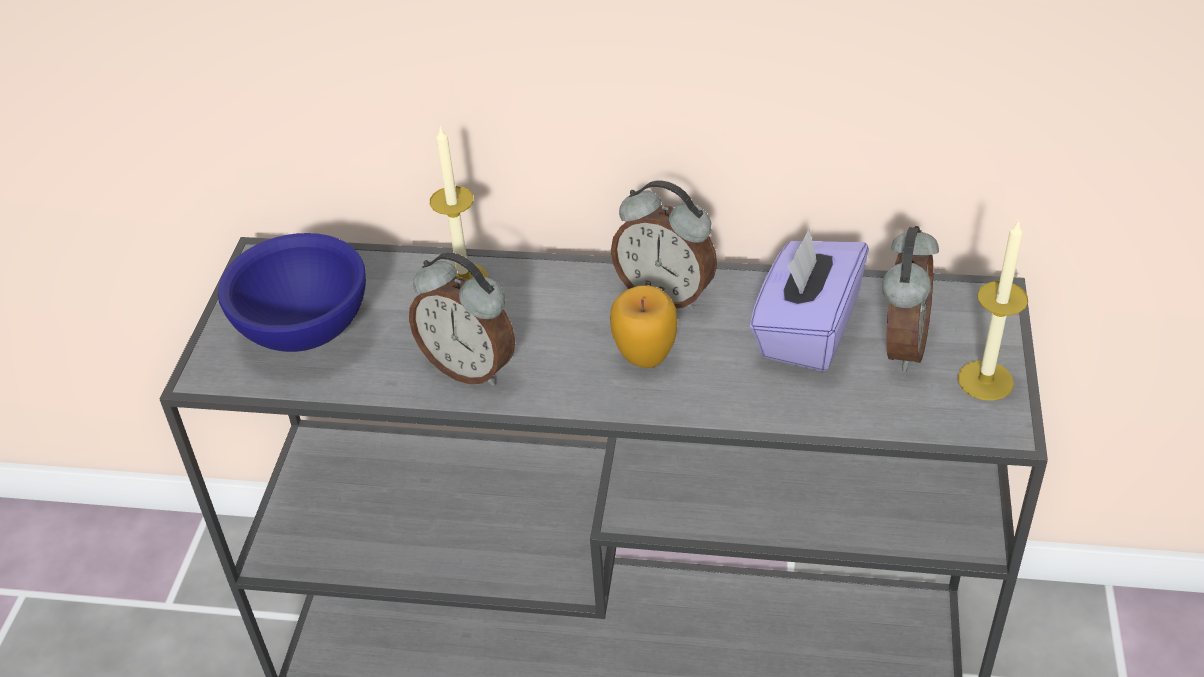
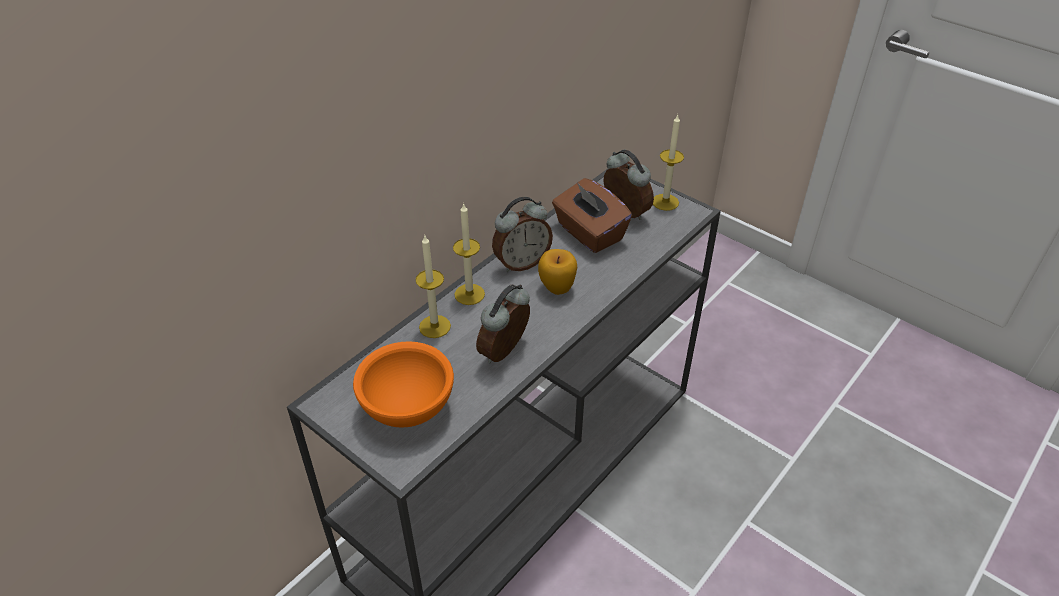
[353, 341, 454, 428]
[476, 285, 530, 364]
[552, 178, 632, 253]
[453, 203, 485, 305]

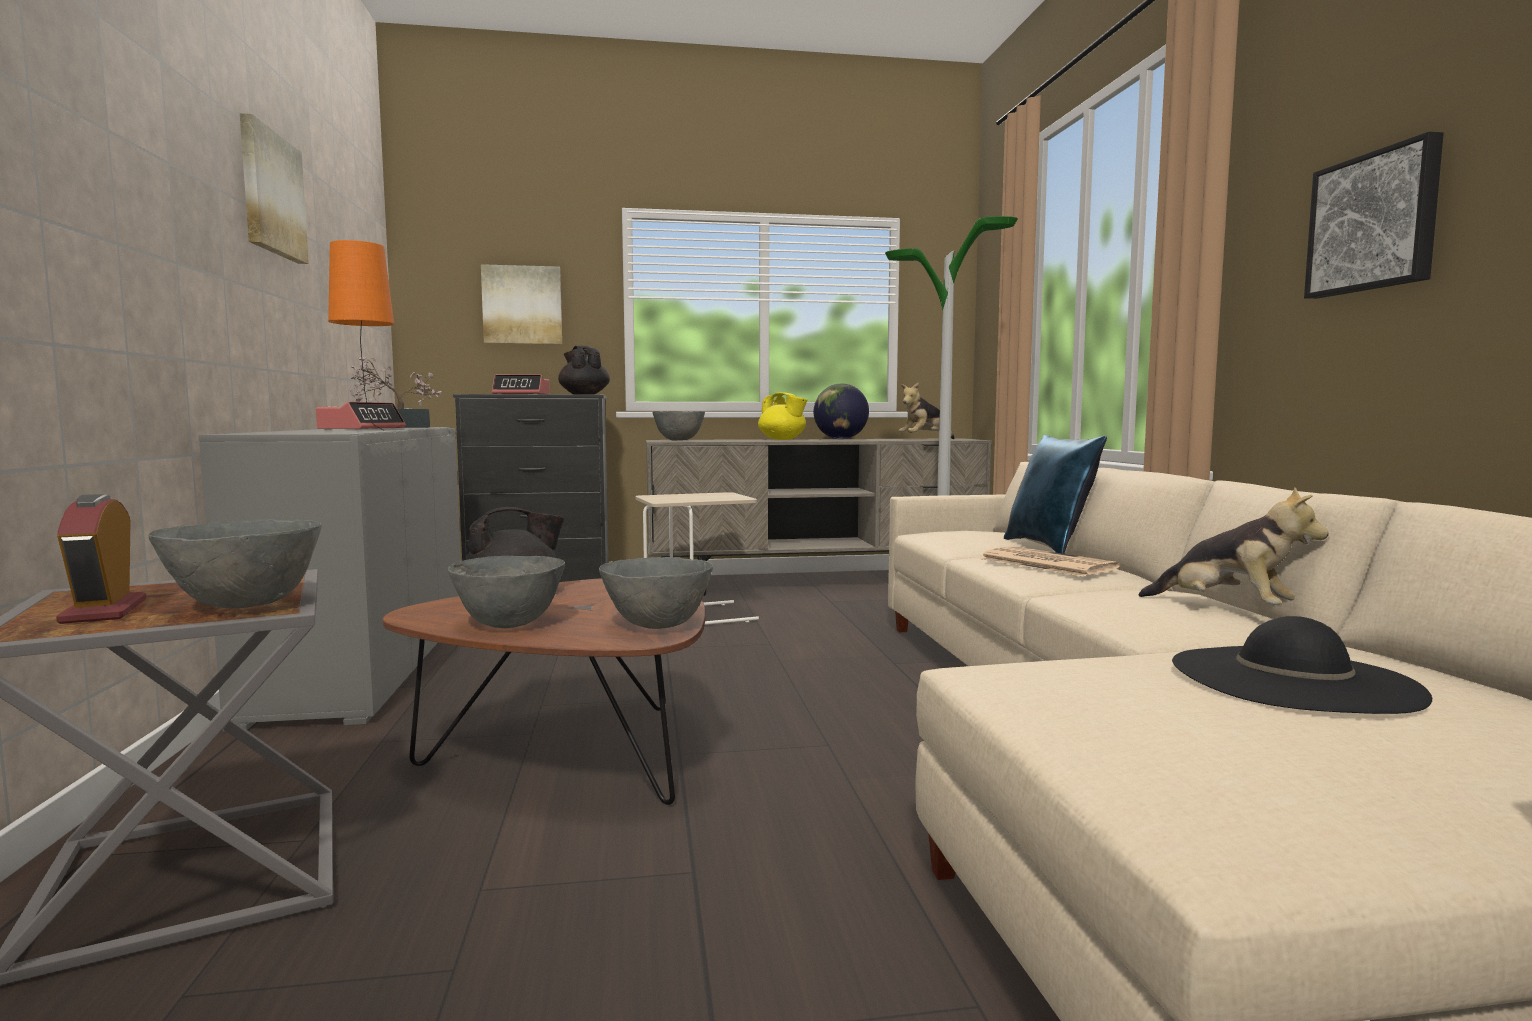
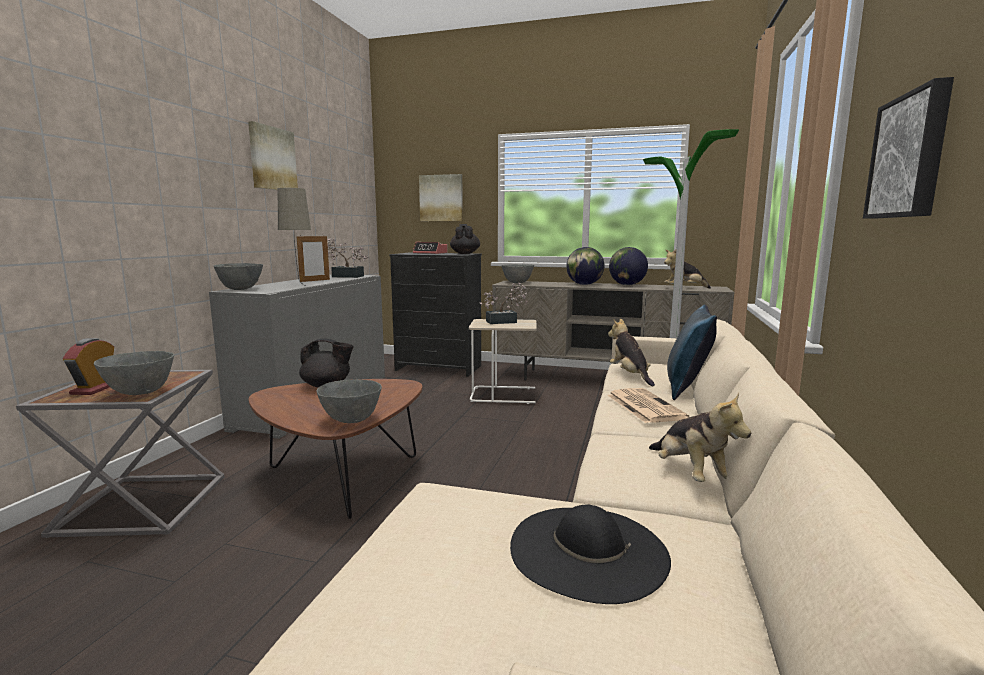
[296, 235, 330, 282]
[278, 188, 311, 285]
[213, 263, 263, 290]
[566, 247, 605, 285]
[479, 283, 527, 324]
[608, 318, 655, 386]

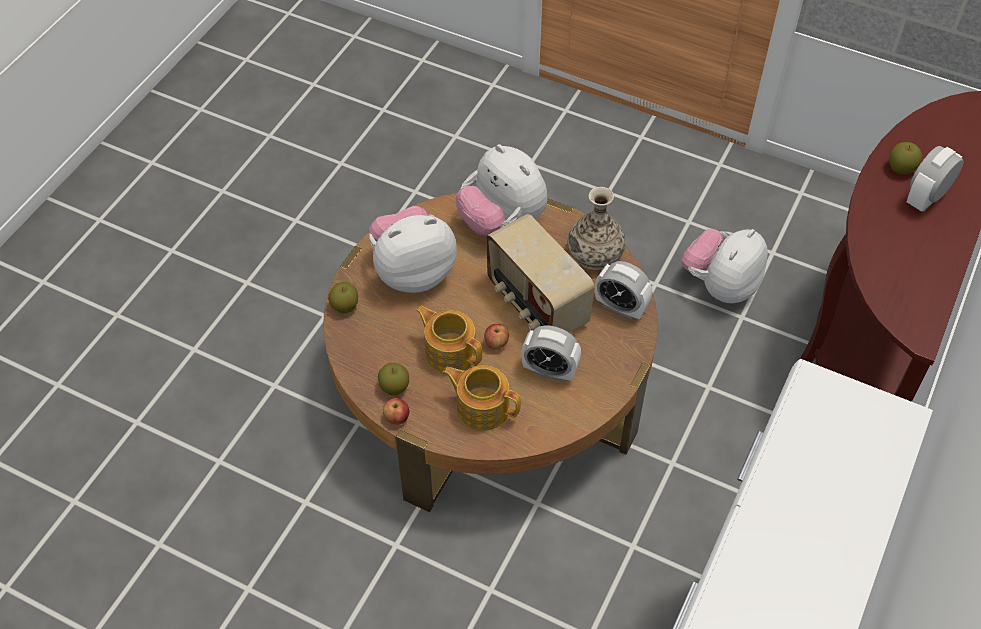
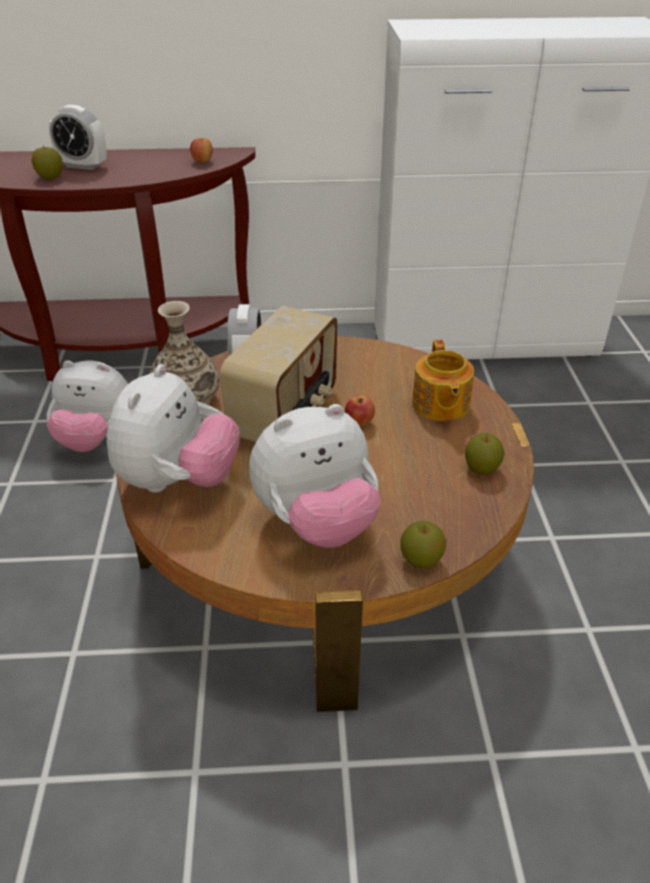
[249, 404, 380, 548]
[190, 138, 213, 163]
[416, 306, 482, 374] (first image)
[521, 325, 581, 382] (first image)

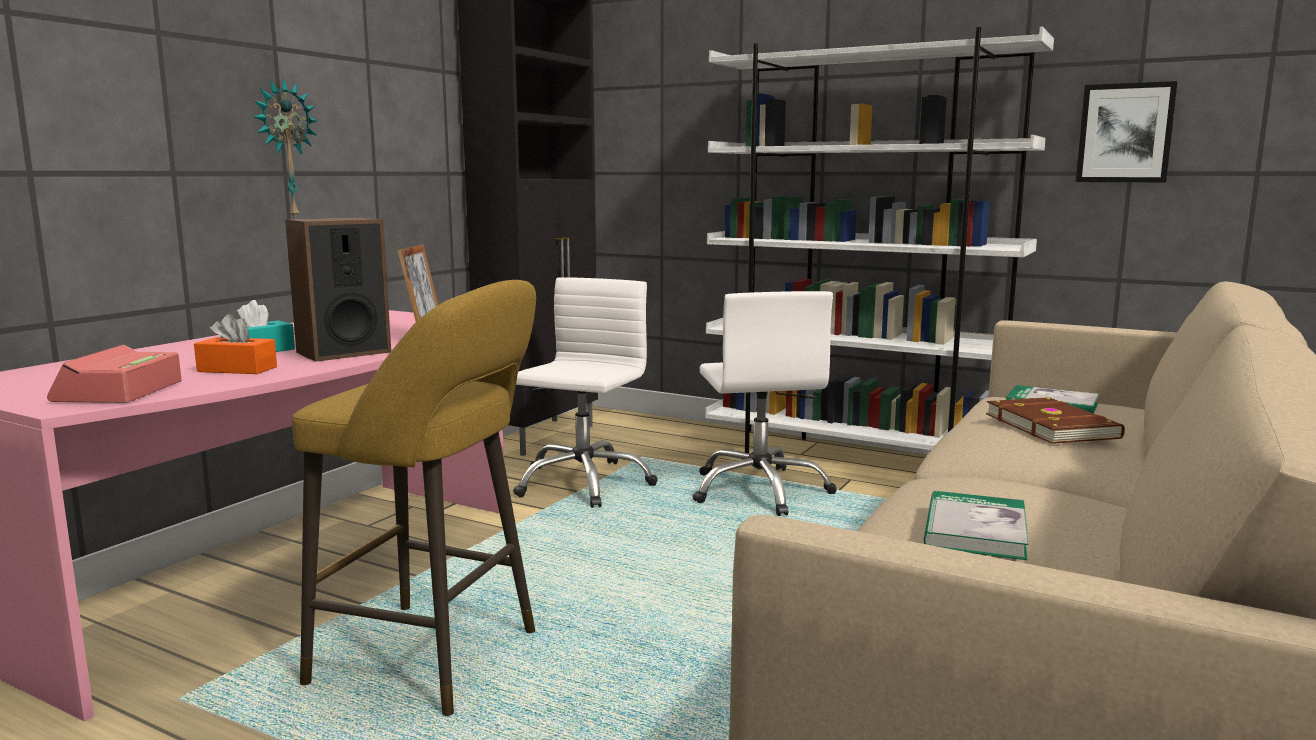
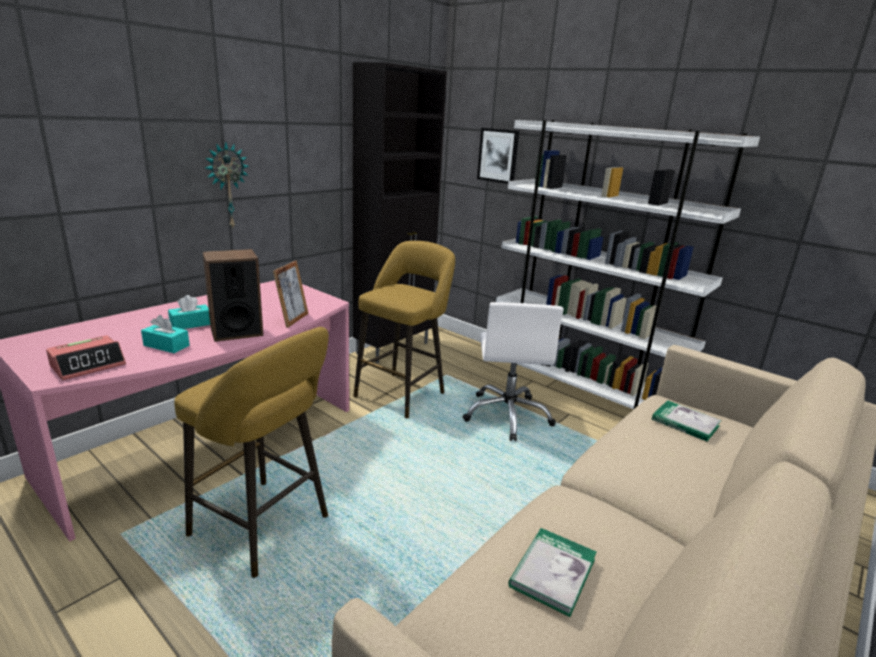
[46, 335, 126, 381]
[141, 315, 190, 353]
[353, 241, 455, 418]
[986, 397, 1125, 444] (first image)
[477, 128, 519, 184]

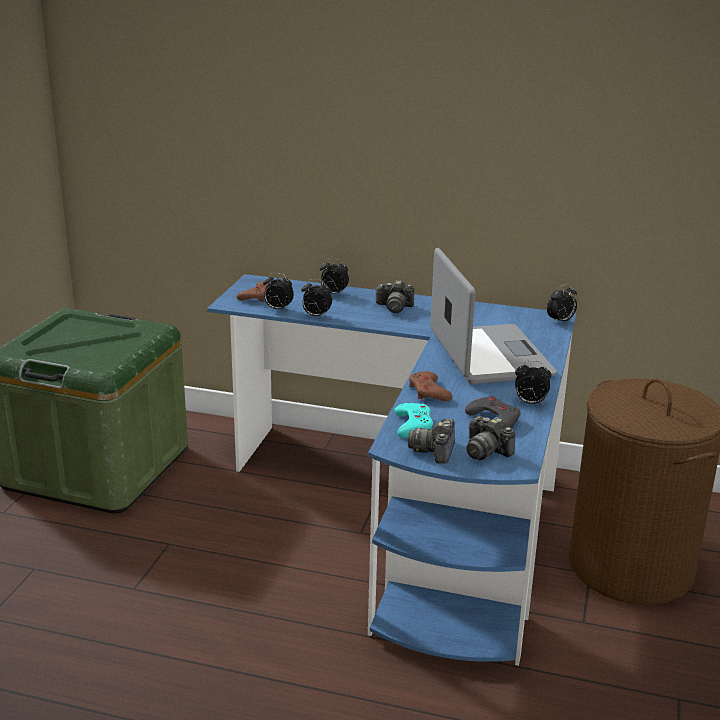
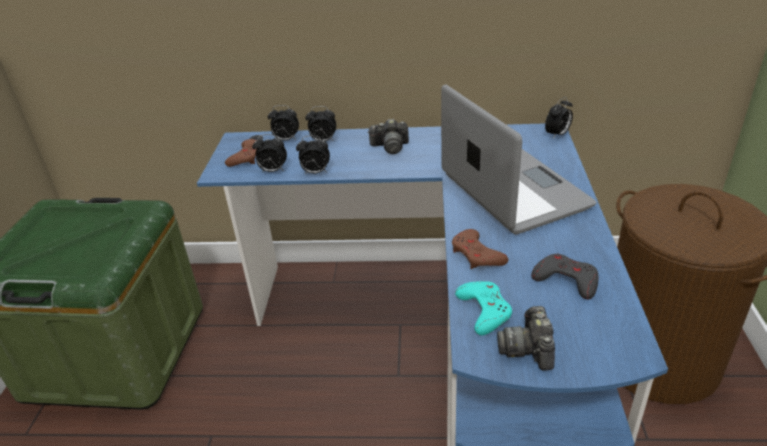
[466, 416, 515, 460] (first image)
[268, 105, 299, 141]

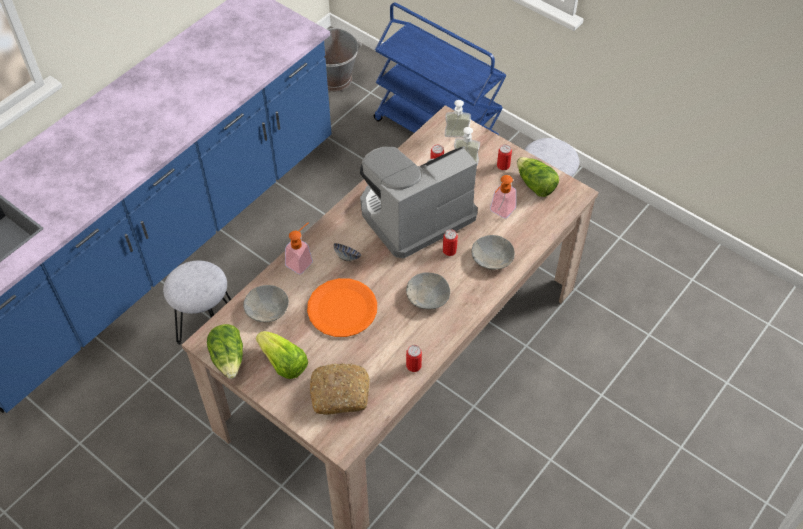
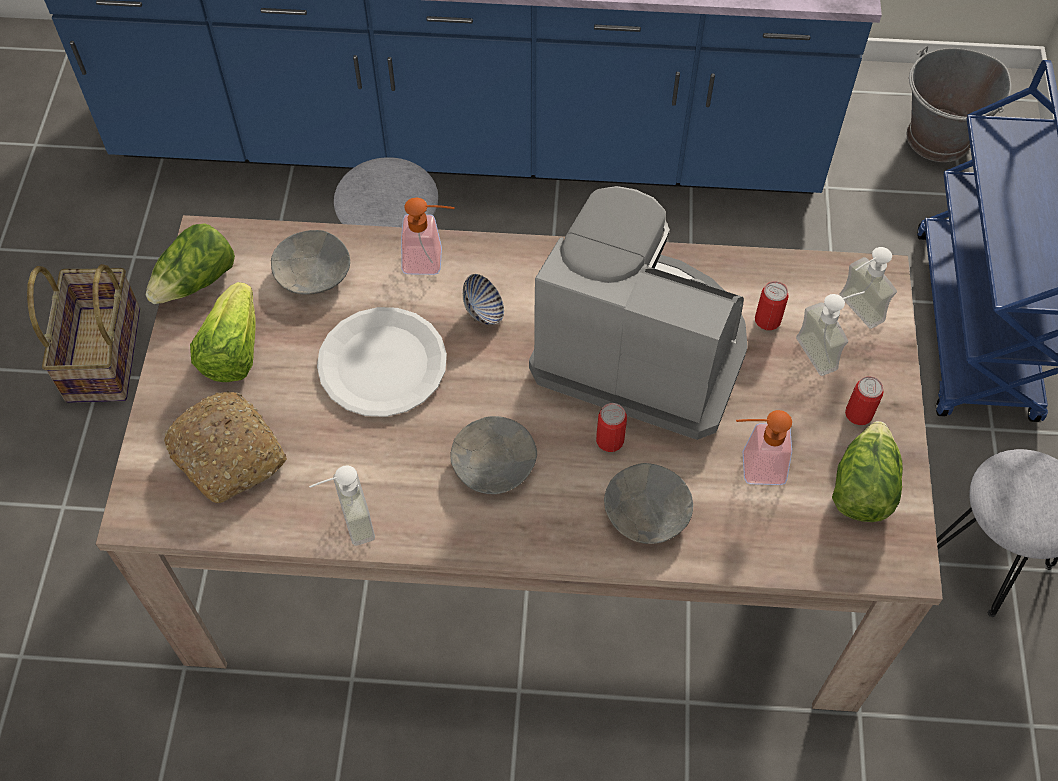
[317, 307, 447, 417]
[309, 465, 375, 546]
[27, 264, 140, 403]

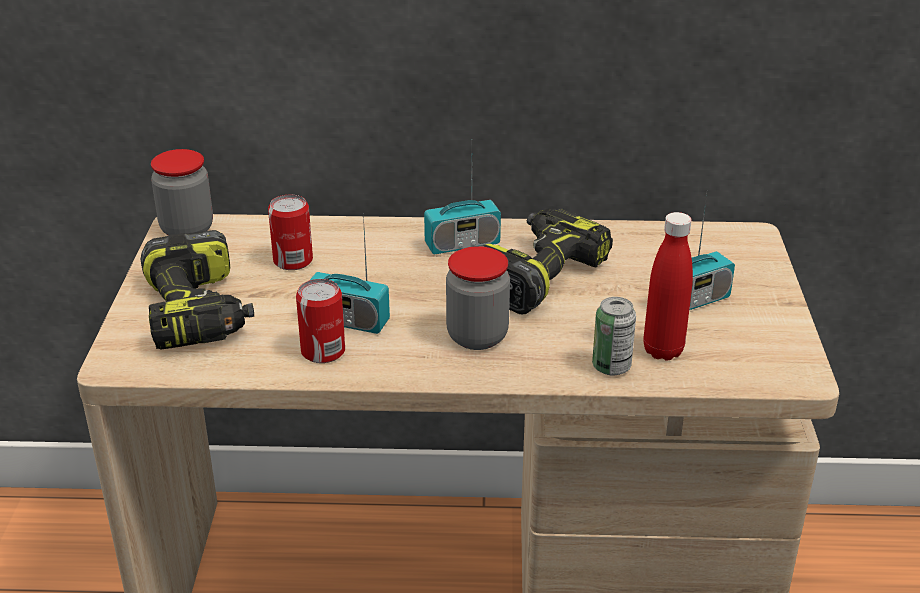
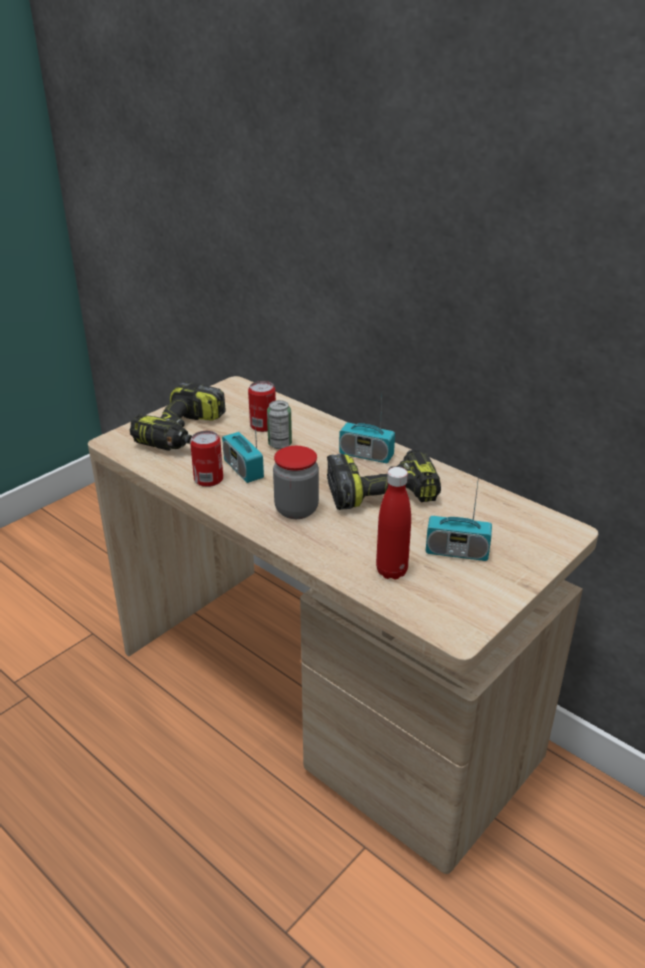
[151, 149, 213, 236] (first image)
[267, 400, 292, 449]

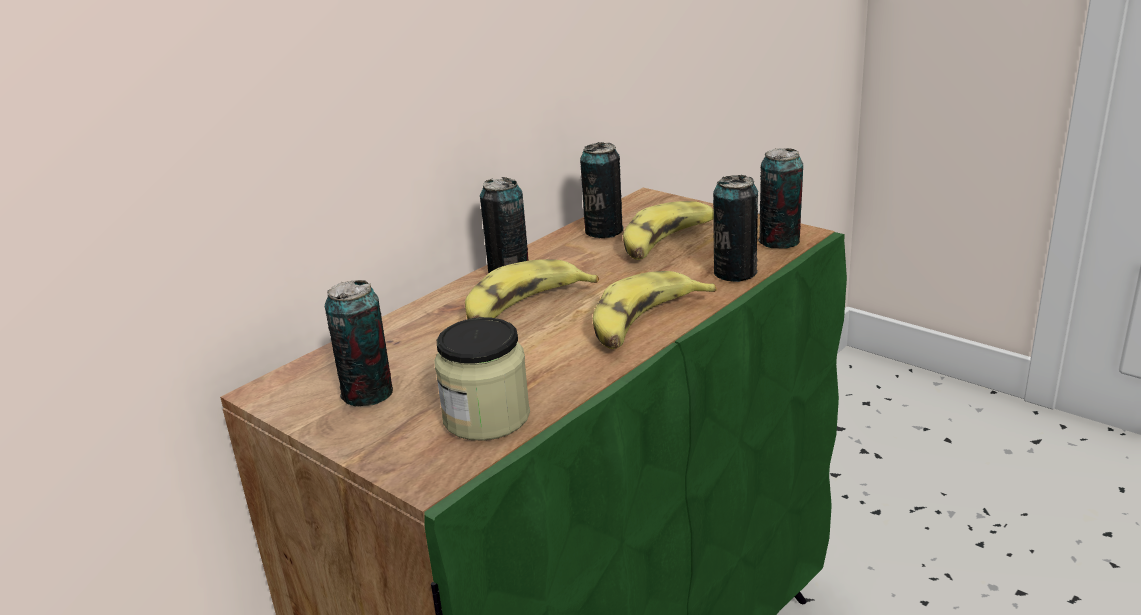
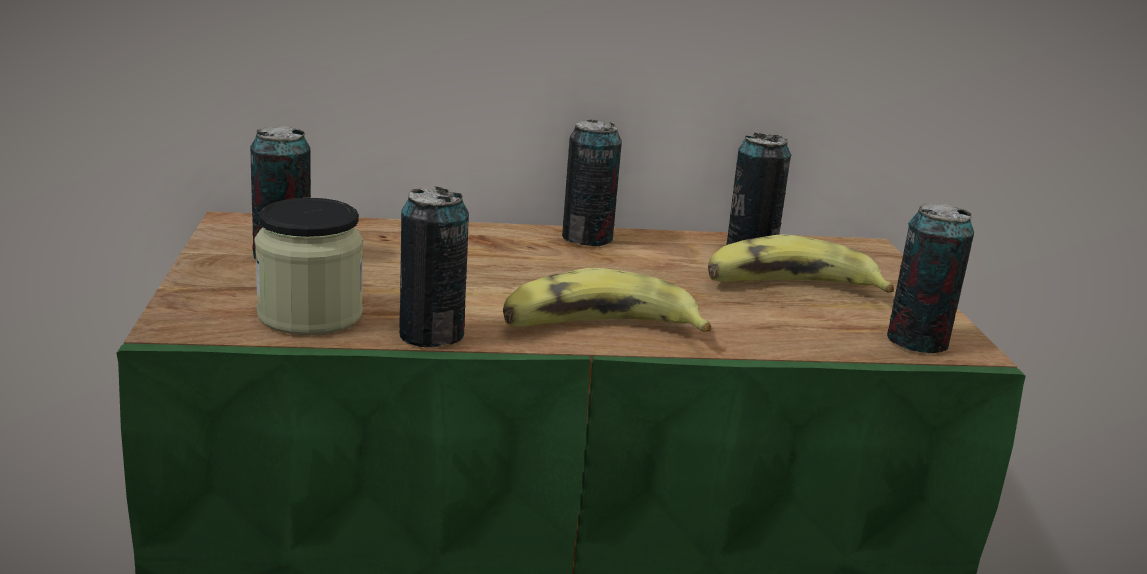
[465, 259, 599, 319] (first image)
[399, 187, 469, 348]

